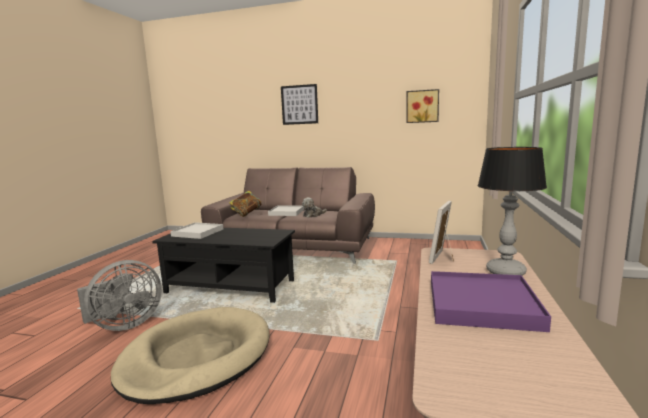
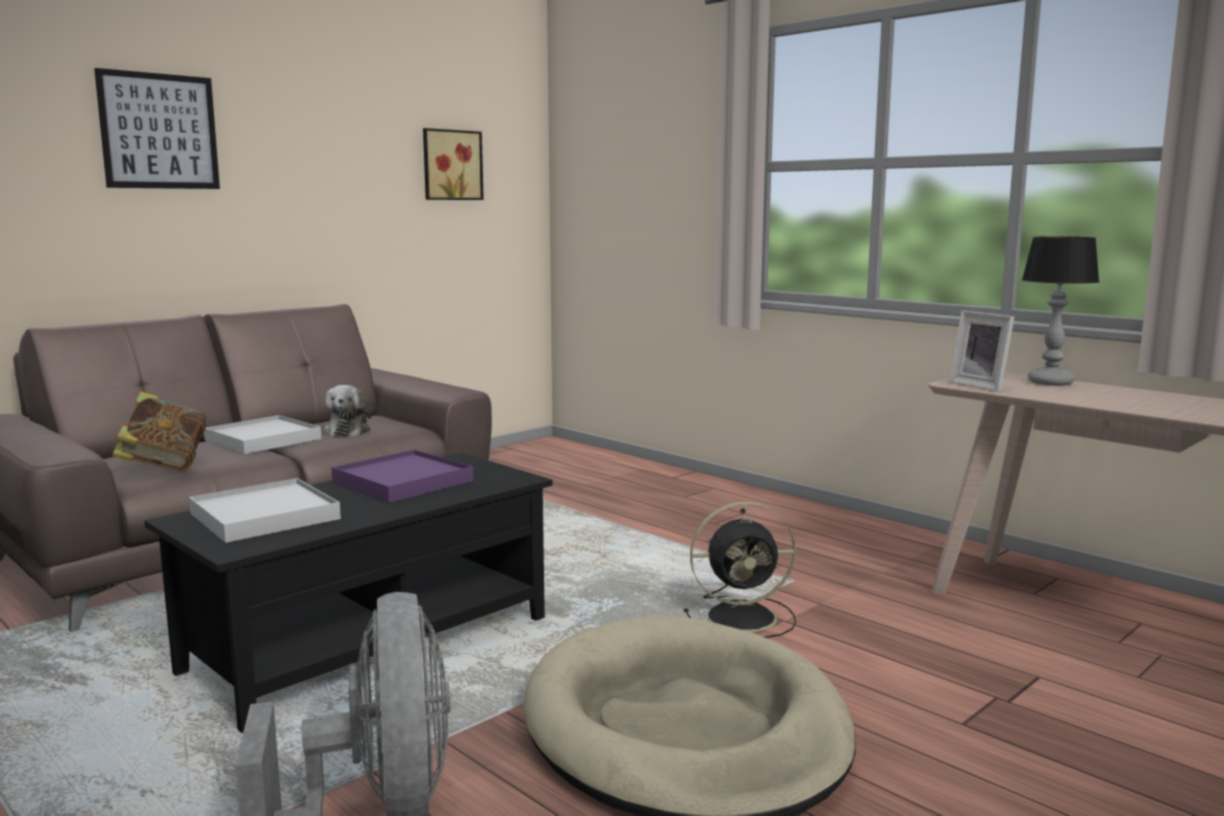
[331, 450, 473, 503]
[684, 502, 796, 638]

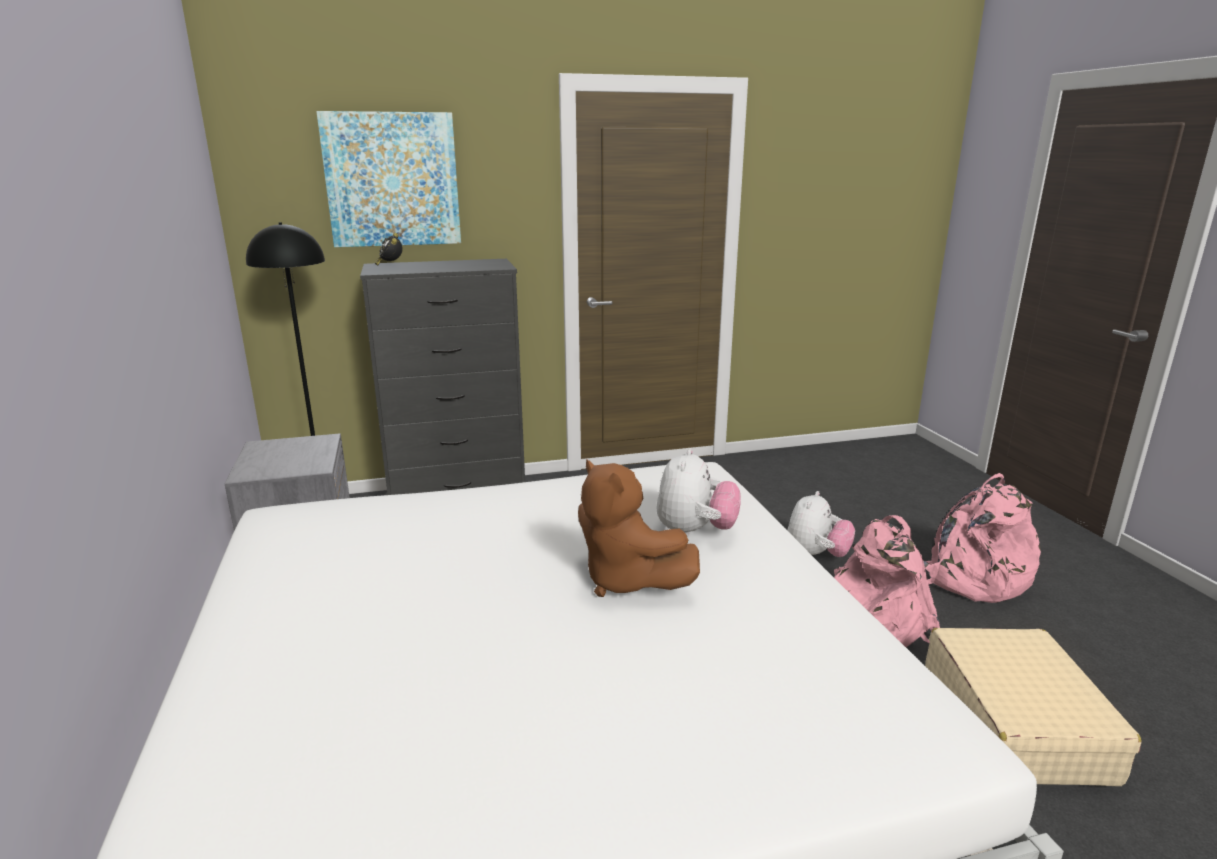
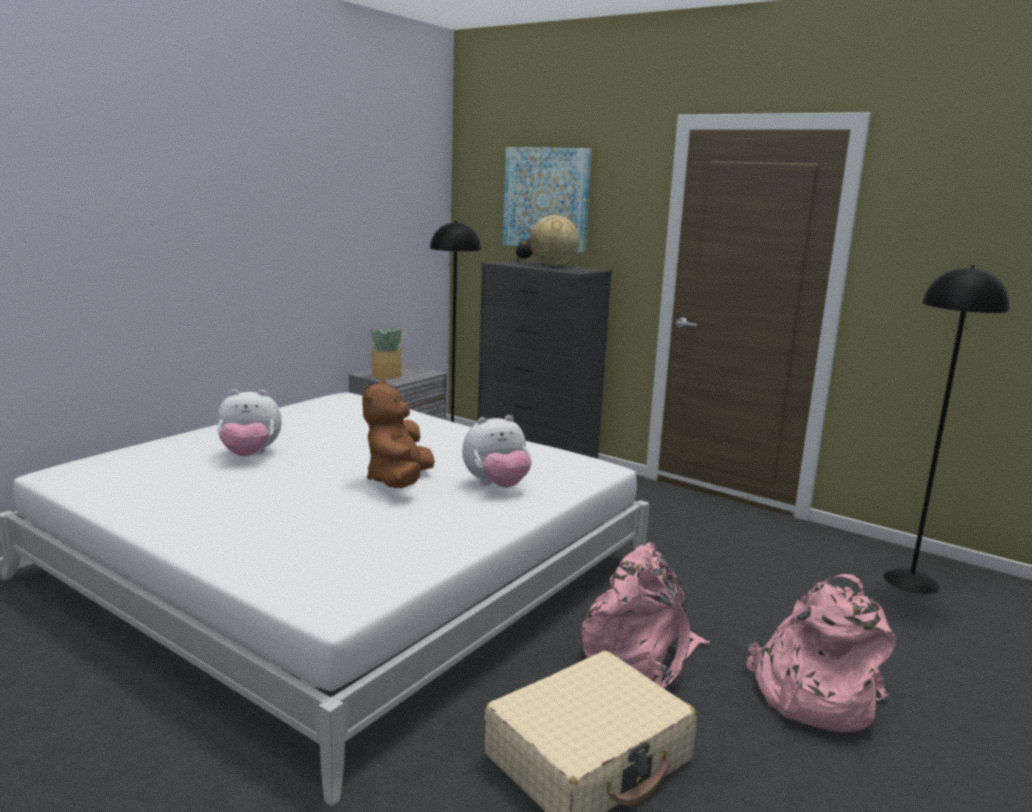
[217, 390, 282, 457]
[371, 326, 407, 379]
[530, 215, 580, 266]
[883, 265, 1010, 594]

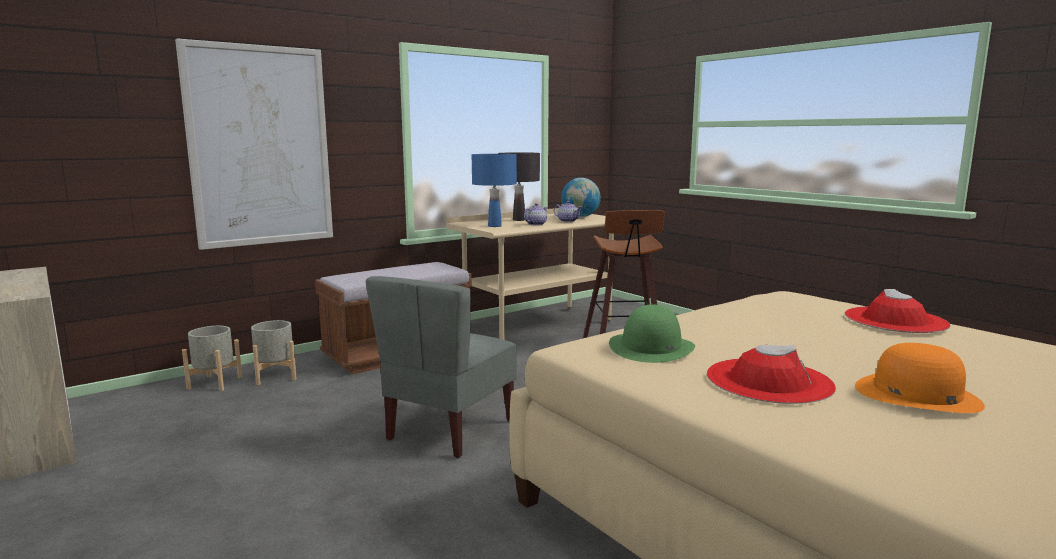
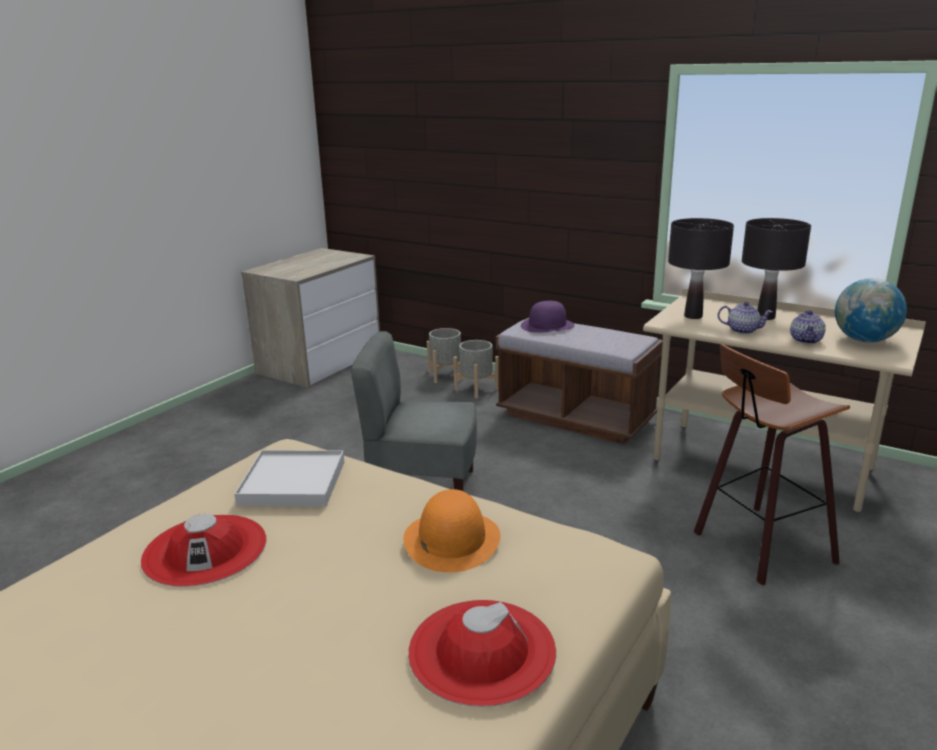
[175, 38, 333, 250] (first image)
[668, 218, 734, 319]
[234, 450, 344, 507]
[404, 489, 500, 572]
[521, 301, 574, 333]

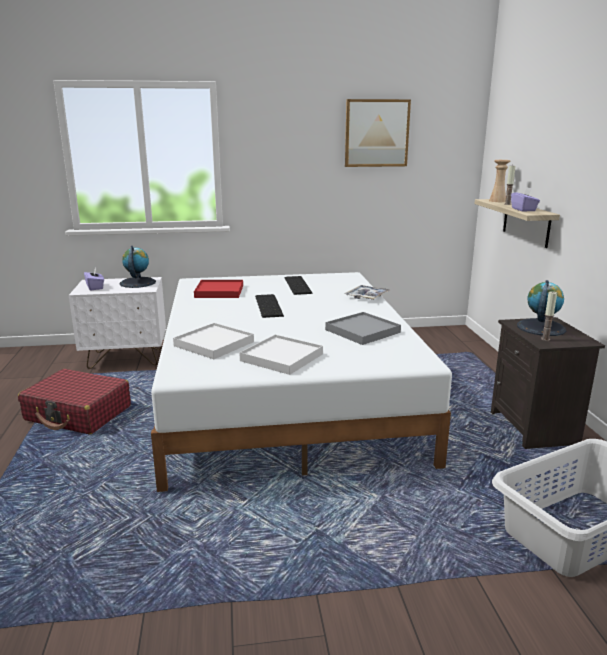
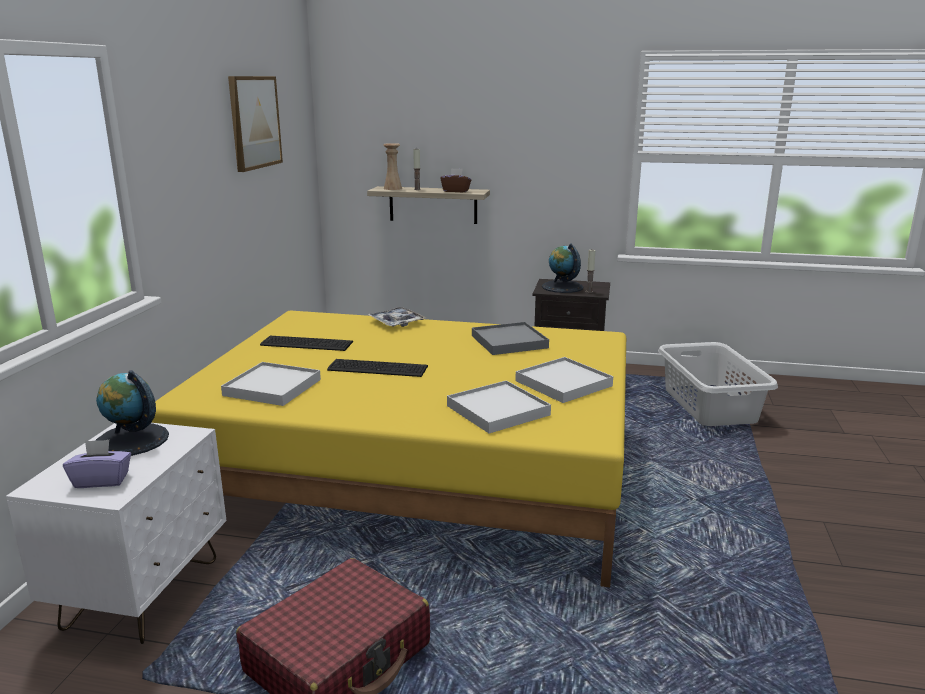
[151, 311, 626, 587]
[221, 362, 321, 406]
[440, 168, 471, 192]

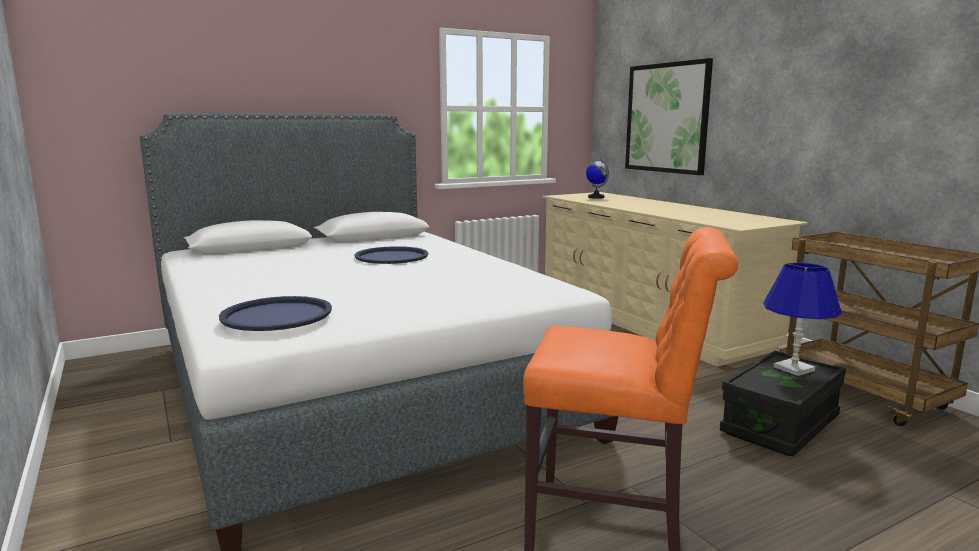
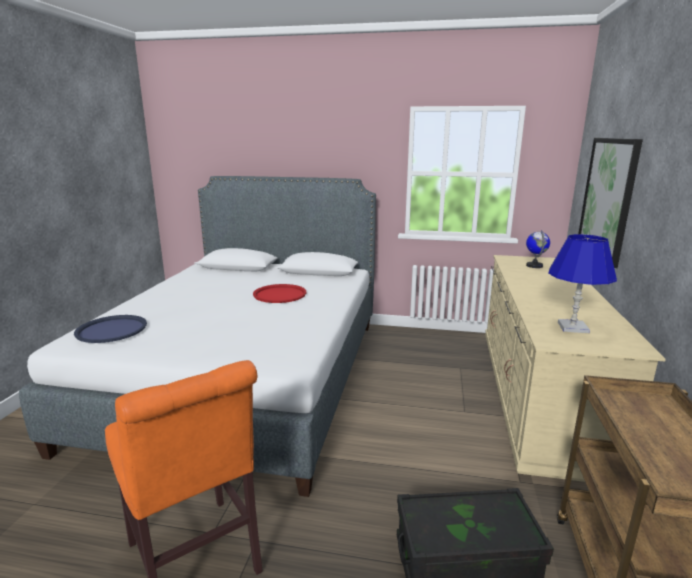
[253, 284, 307, 303]
[548, 234, 617, 333]

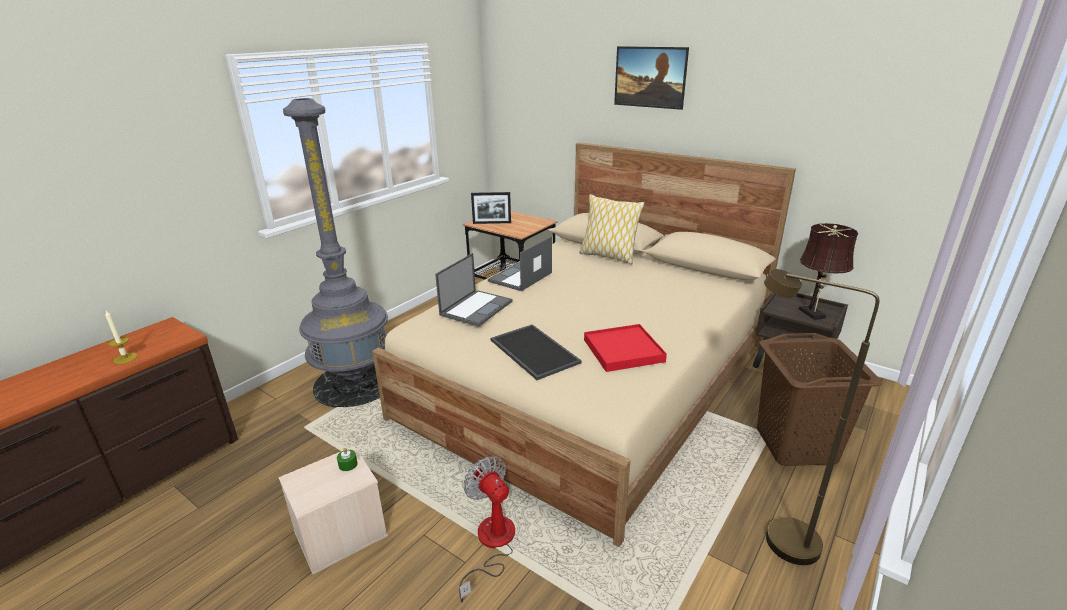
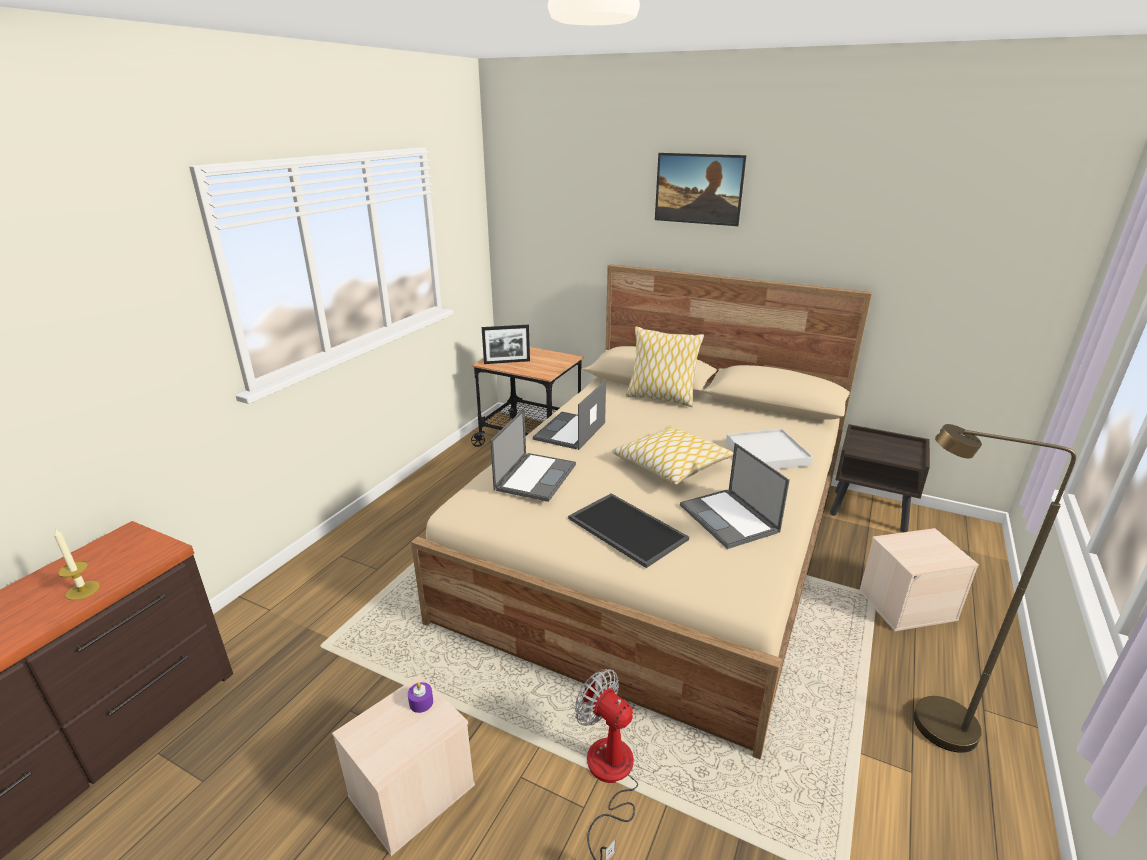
[283, 98, 388, 408] (first image)
[408, 682, 433, 713]
[680, 443, 790, 549]
[859, 528, 979, 631]
[798, 223, 858, 320] (first image)
[613, 425, 733, 485]
[726, 429, 813, 469]

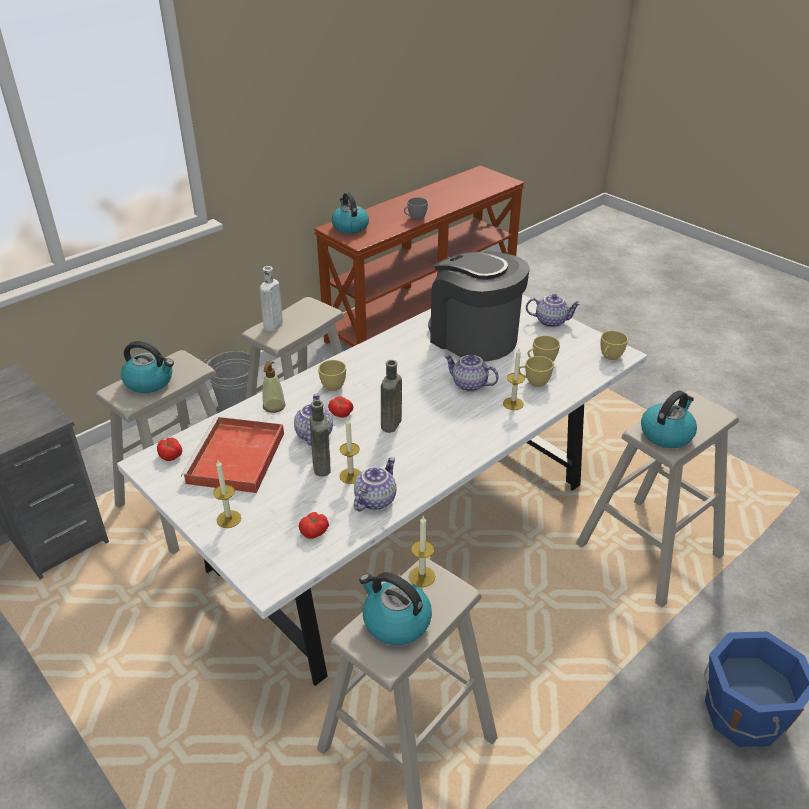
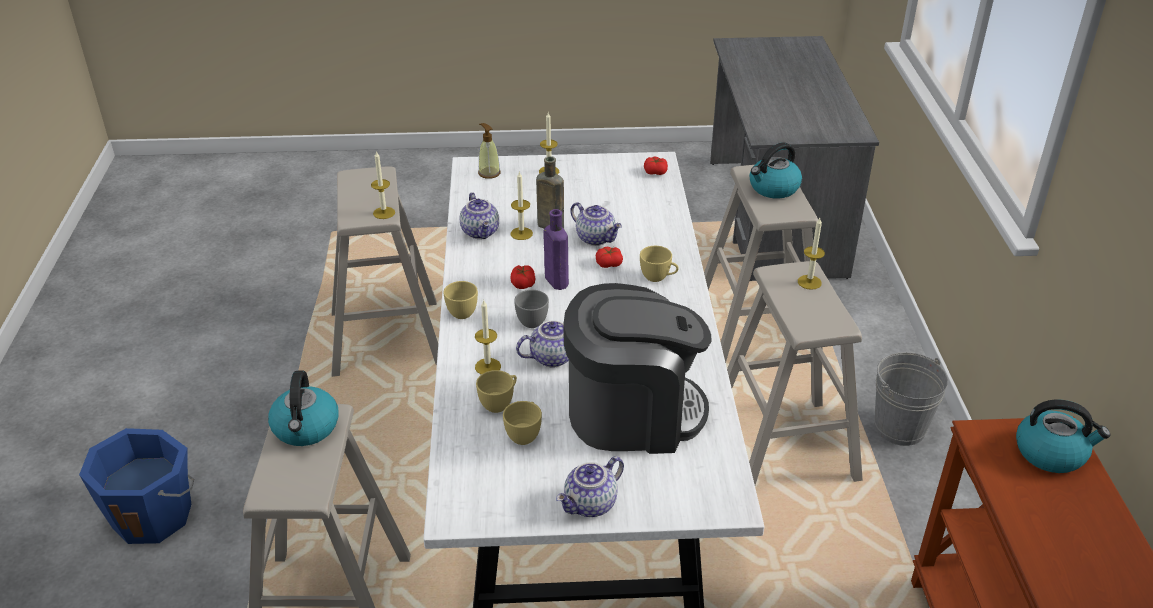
[181, 417, 284, 493] (first image)
[798, 218, 825, 290]
[478, 123, 501, 179]
[511, 265, 536, 289]
[359, 572, 432, 645] (first image)
[543, 209, 569, 290]
[514, 290, 549, 328]
[443, 281, 478, 319]

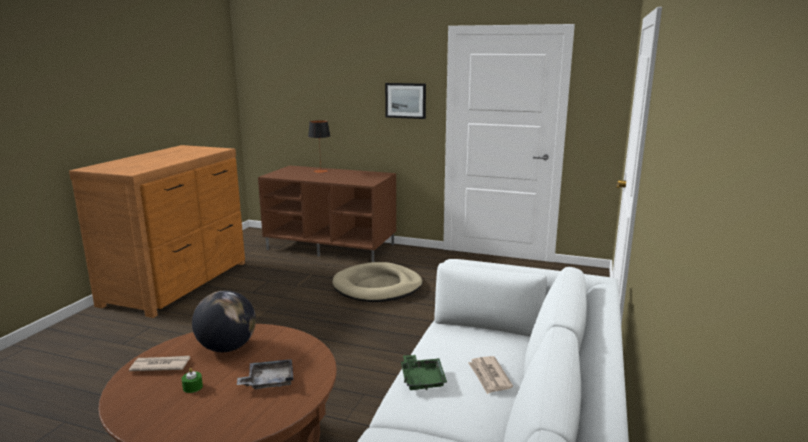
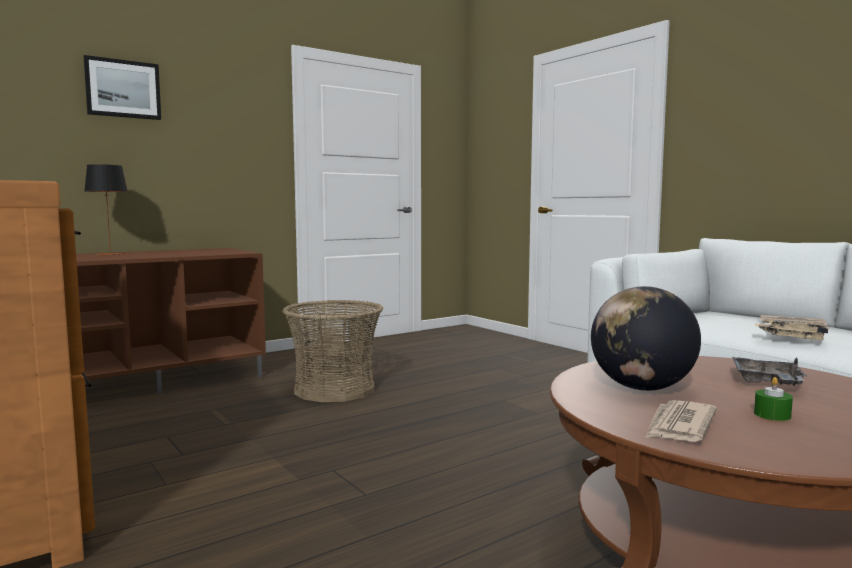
[283, 300, 383, 402]
[84, 55, 161, 120]
[755, 320, 828, 340]

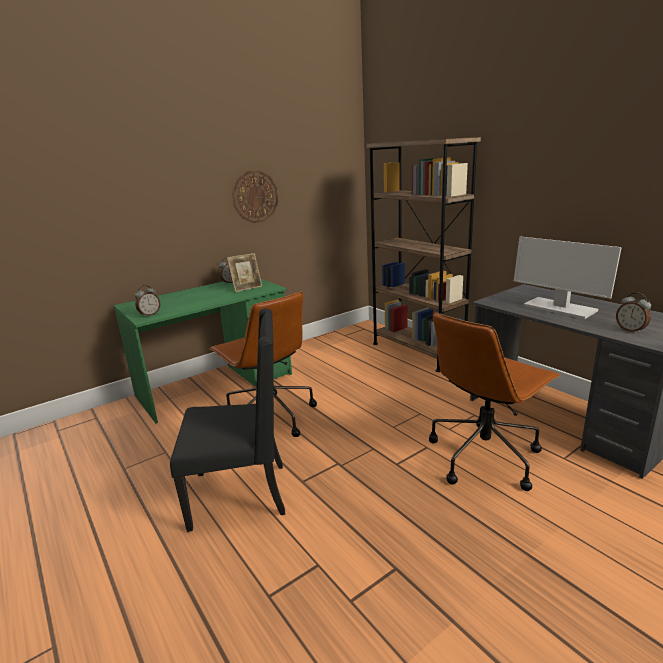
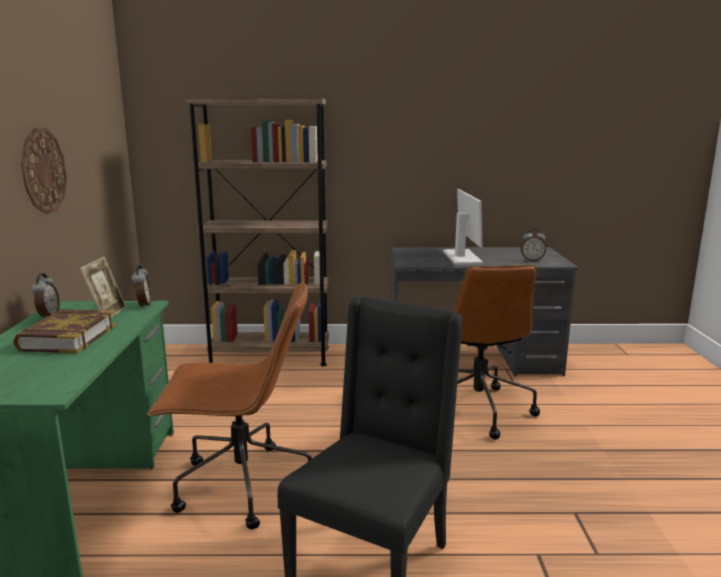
[132, 265, 151, 308]
[443, 189, 483, 265]
[13, 309, 116, 353]

